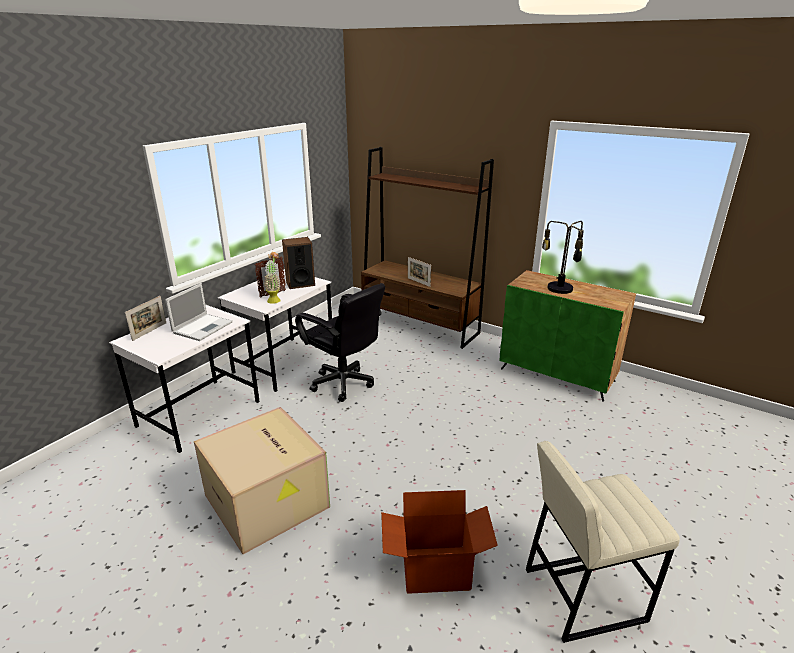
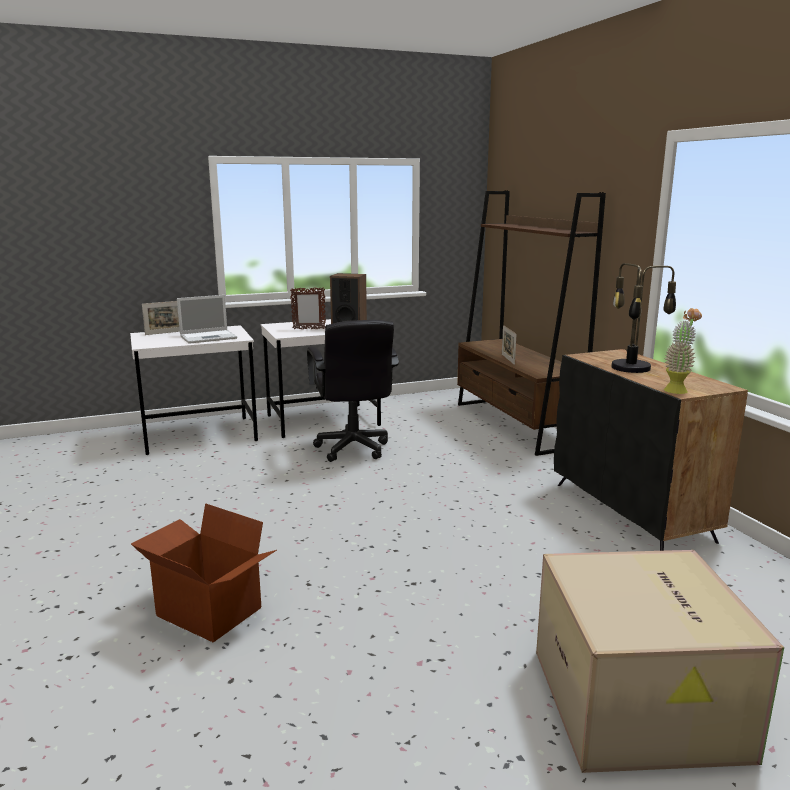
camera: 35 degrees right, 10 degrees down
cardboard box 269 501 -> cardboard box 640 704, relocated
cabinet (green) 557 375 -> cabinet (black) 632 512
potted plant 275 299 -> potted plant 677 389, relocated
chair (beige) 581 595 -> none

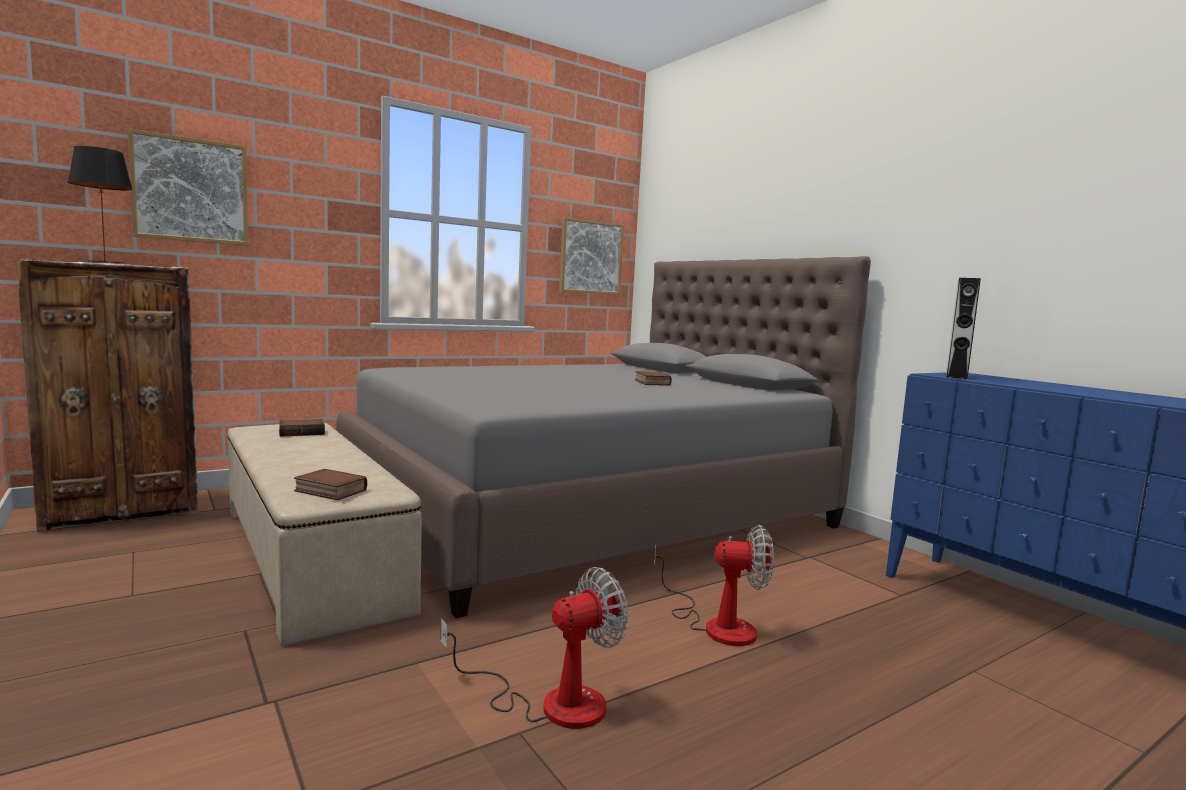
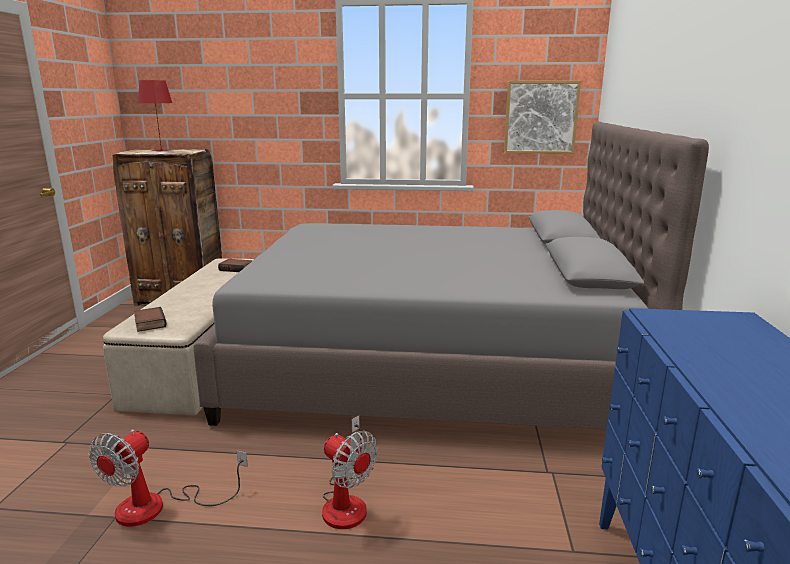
camera: 40 degrees right, 10 degrees up
fan 551 702 -> fan 158 507, 105 degrees clockwise
table lamp (black) 104 262 -> table lamp (red) 161 150
picture 190 190 -> none
book 651 382 -> none
speaker (grey) 956 376 -> none

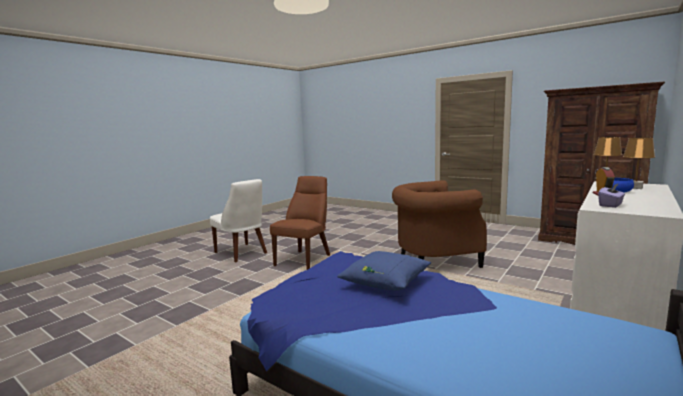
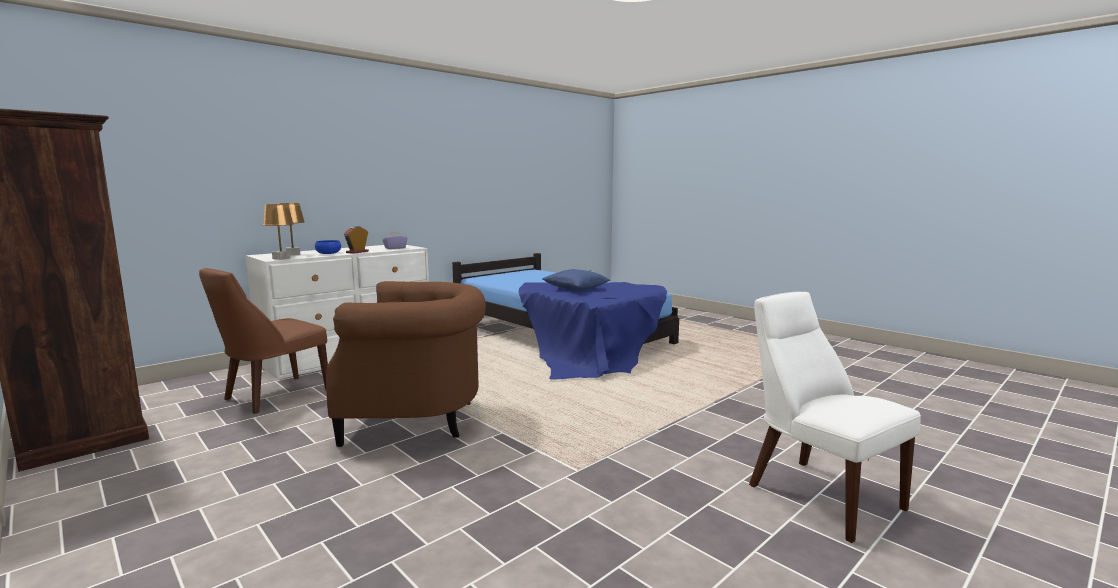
camera: 170 degrees left, 0 degrees up
chair (brown) 305 259 -> chair (brown) 273 396, relocated

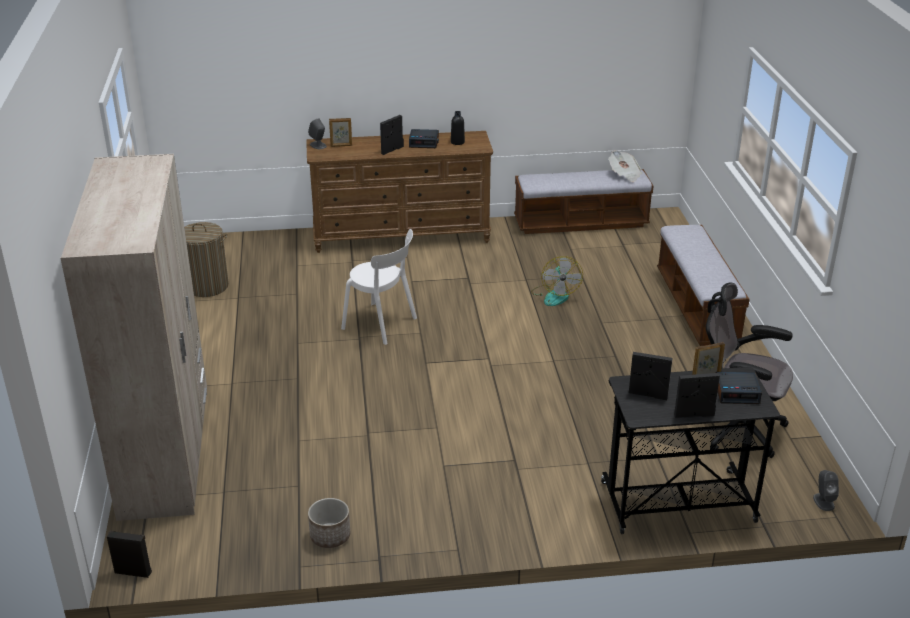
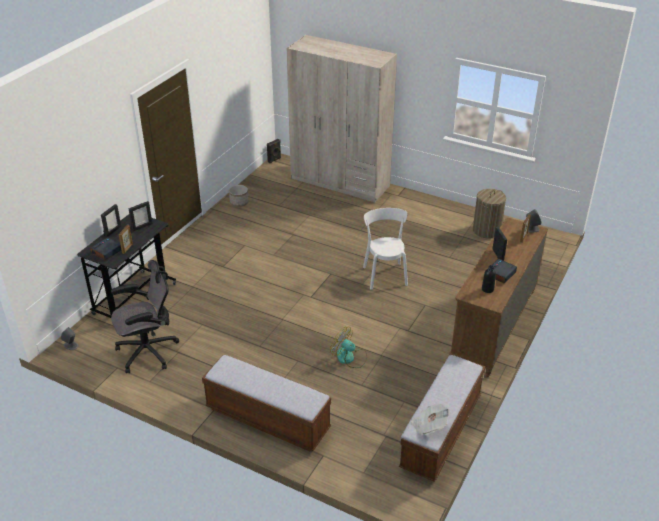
camera: 125 degrees right, 5 degrees up
chair (white) 382 324 -> chair (white) 384 274, 105 degrees clockwise

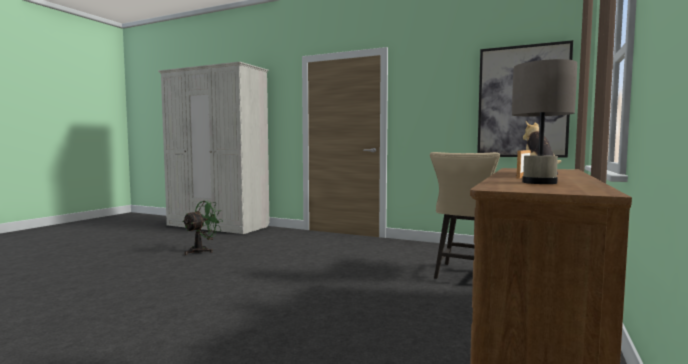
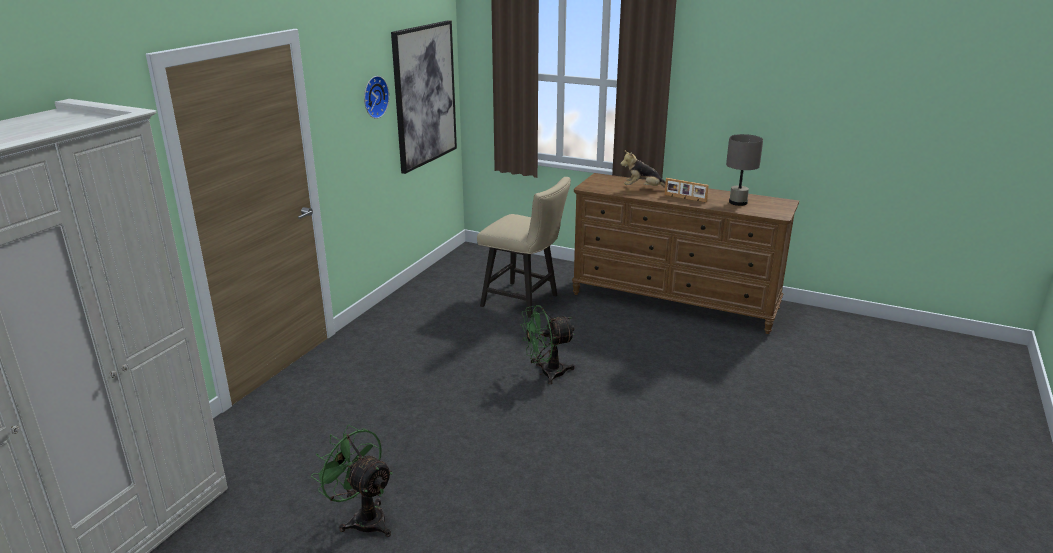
camera: 90 degrees left, 20 degrees up
none -> wall clock 373 97
none -> fan (green) 546 373

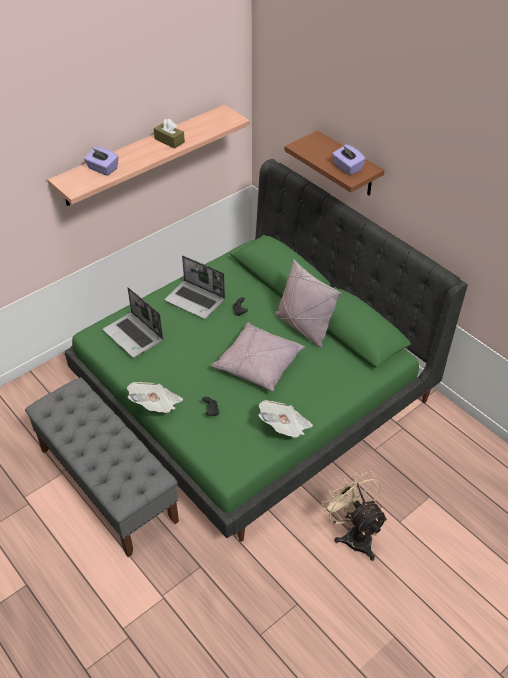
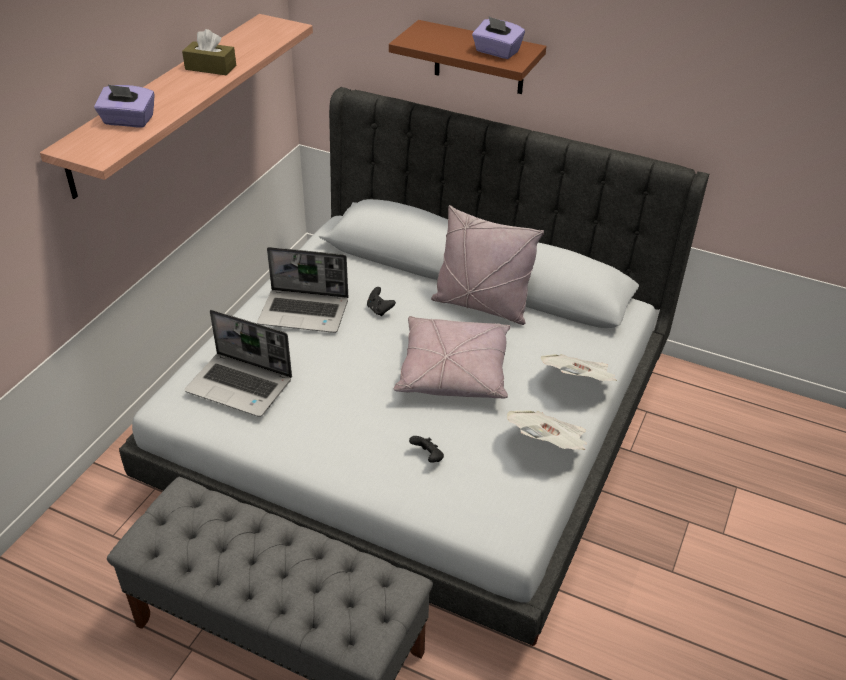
camera: 25 degrees left, 5 degrees down
bed (green) 254 390 -> bed (grey) 421 425
newspaper 156 405 -> newspaper 578 382, relocated
fan (beige) 354 534 -> none

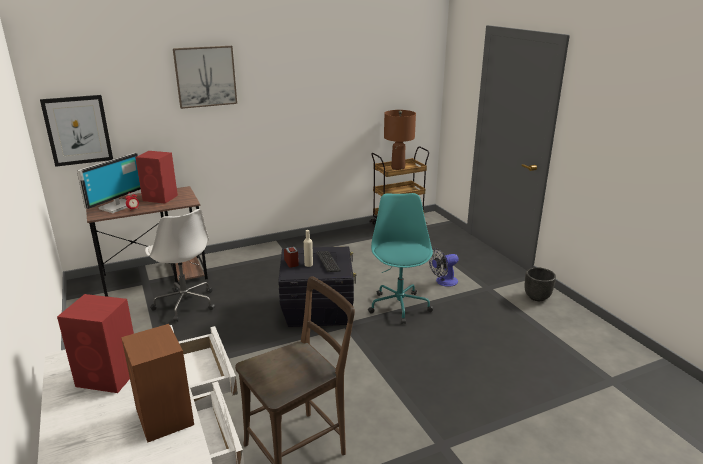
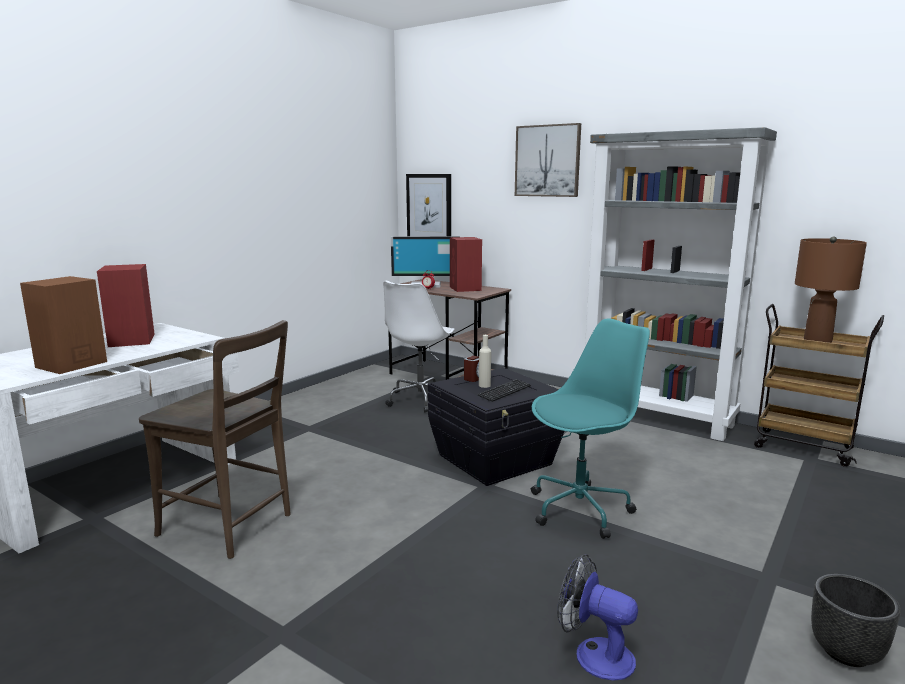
camera: 60 degrees right, 10 degrees down
fan 443 282 -> fan 594 654, relocated
none -> bookcase (grey) 657 417

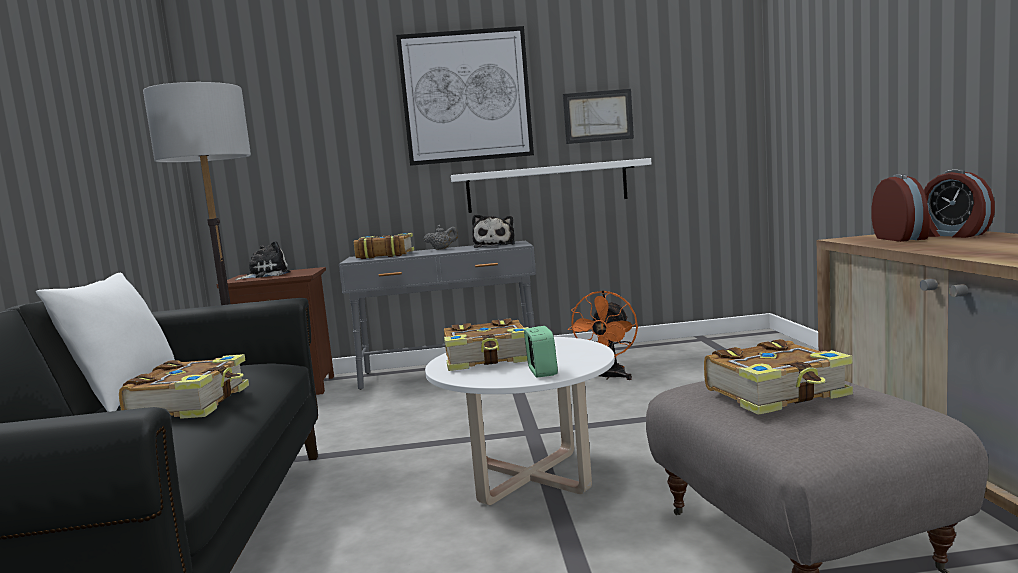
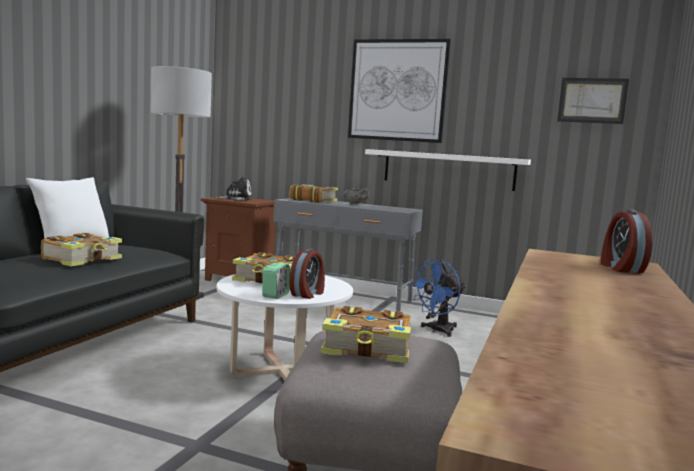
camera: 25 degrees right, 0 degrees up
alarm clock 901 238 -> alarm clock 308 294, relocated
fan (orange) 609 377 -> fan (blue) 437 330
picture 598 116 -> picture 592 100, relocated
plush toy 495 246 -> none

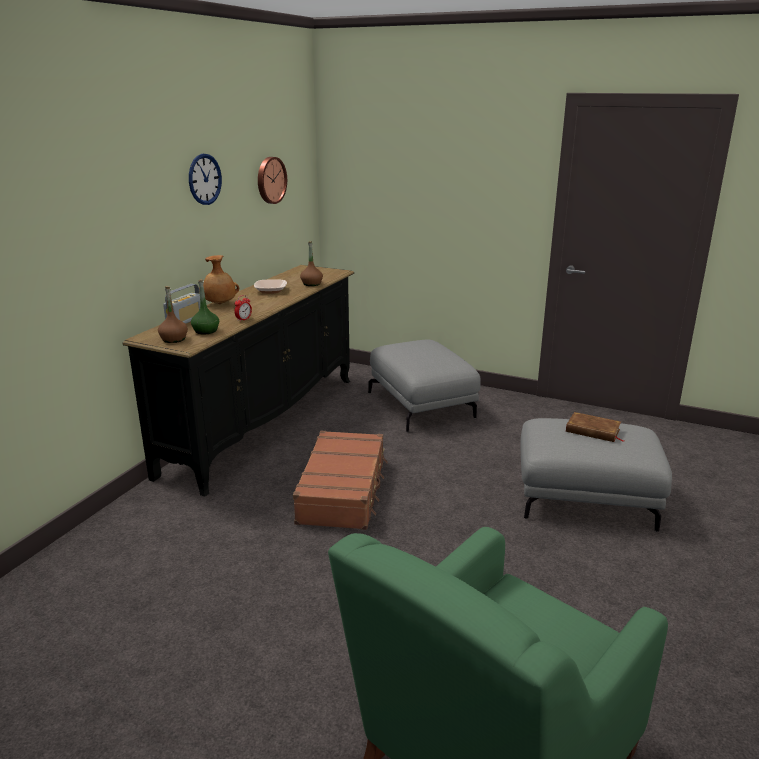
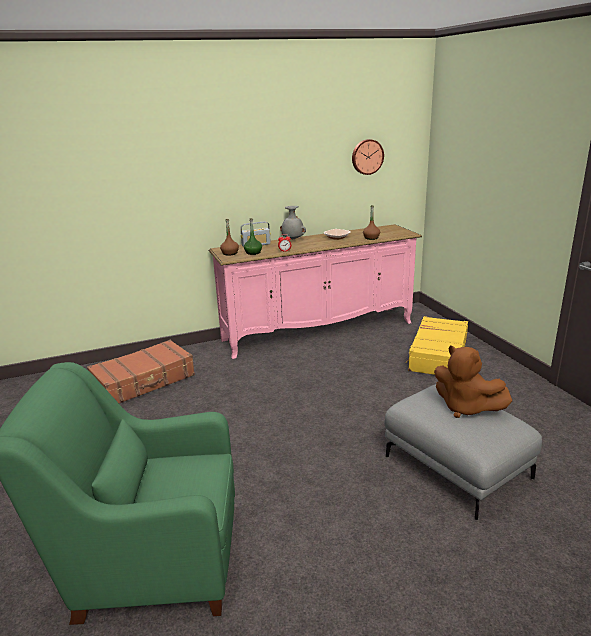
camera: 45 degrees right, 0 degrees up
suitcase (brown) 343 491 -> suitcase (brown) 144 381, relocated
dresser (black) 265 424 -> dresser (pink) 319 331
vase (brown) 220 304 -> vase (grey) 292 239
ottoman (grey) 422 405 -> suitcase (yellow) 437 355
book (brown) 593 431 -> plush toy (brown) 465 408
wall clock 204 179 -> none

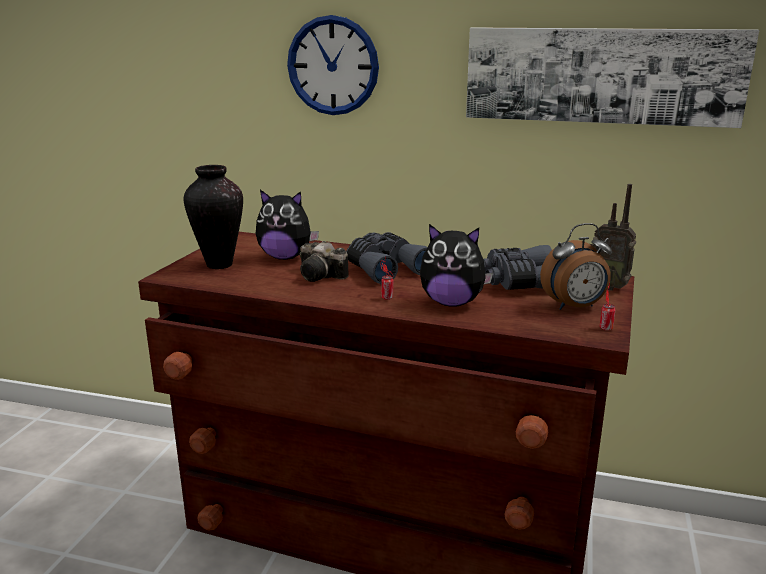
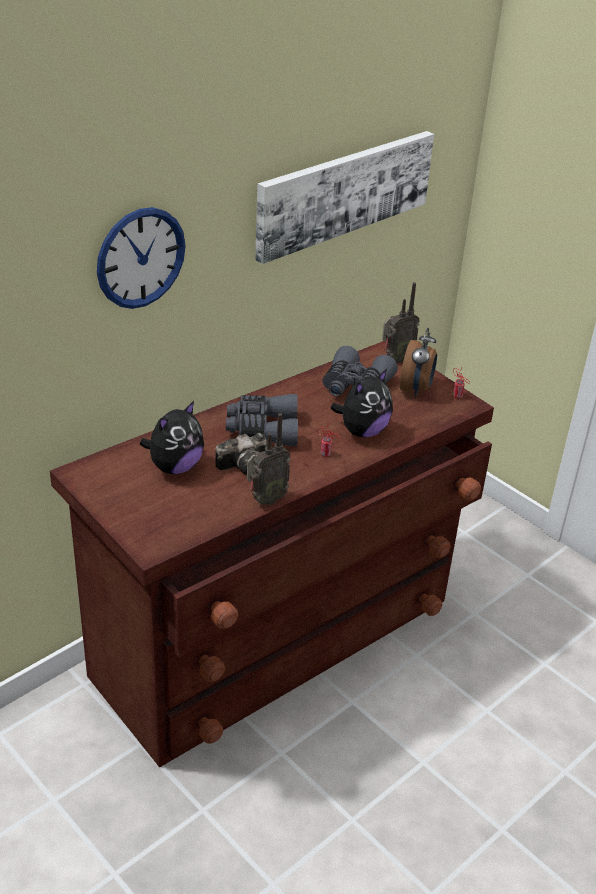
camera: 60 degrees left, 15 degrees up
none -> radio 265 499
vase 218 265 -> none

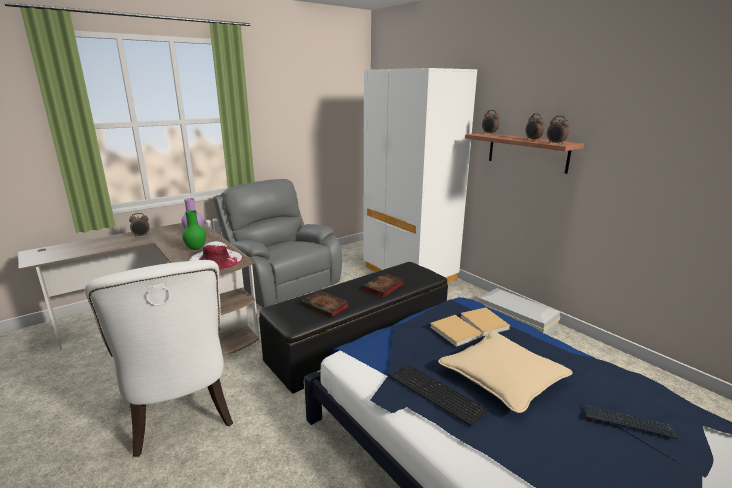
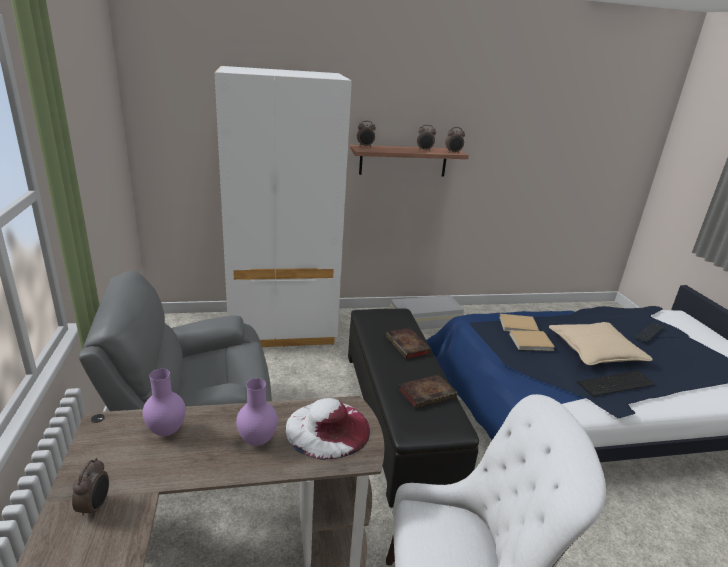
camera: 65 degrees left, 5 degrees up
vase (green) 196 249 -> vase (purple) 258 440

